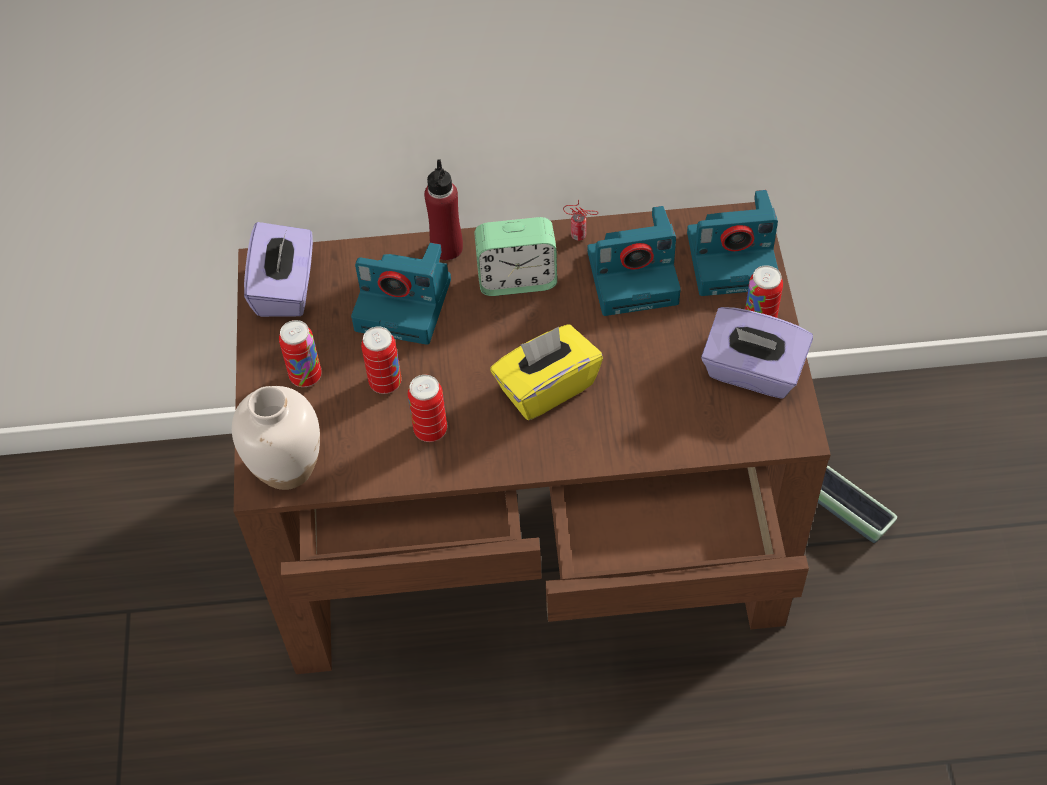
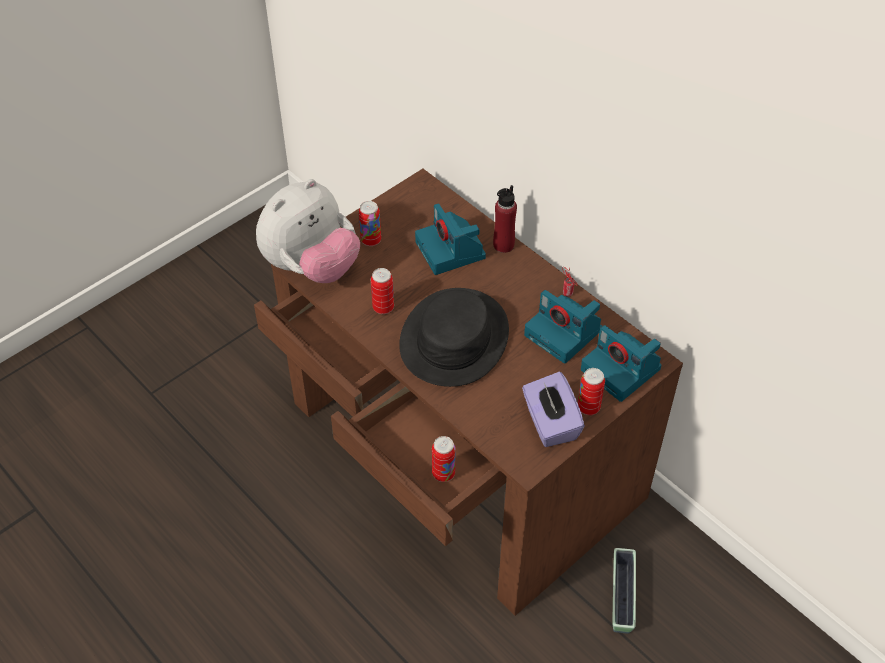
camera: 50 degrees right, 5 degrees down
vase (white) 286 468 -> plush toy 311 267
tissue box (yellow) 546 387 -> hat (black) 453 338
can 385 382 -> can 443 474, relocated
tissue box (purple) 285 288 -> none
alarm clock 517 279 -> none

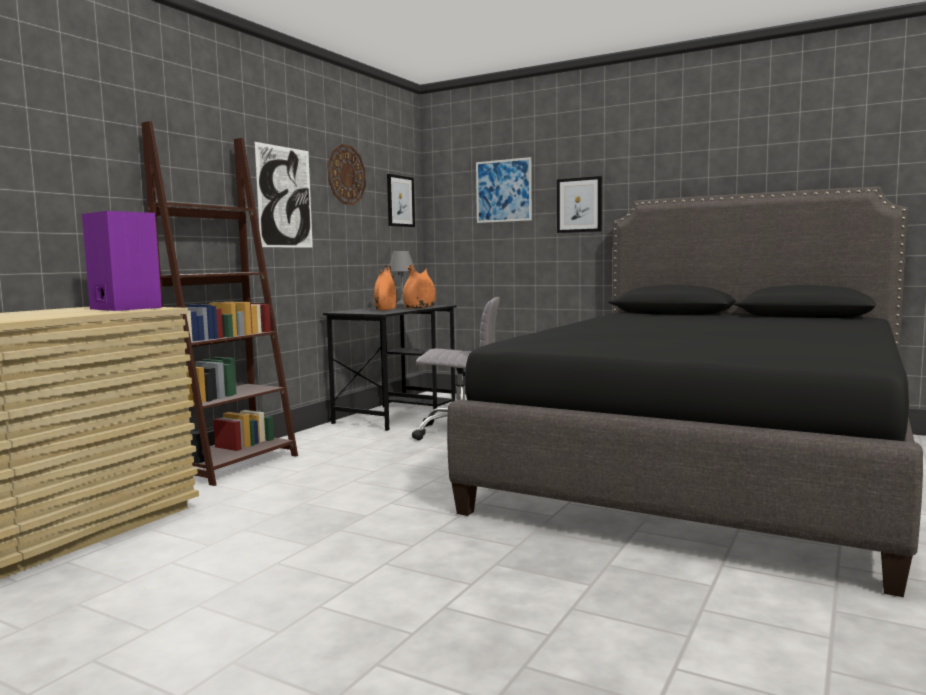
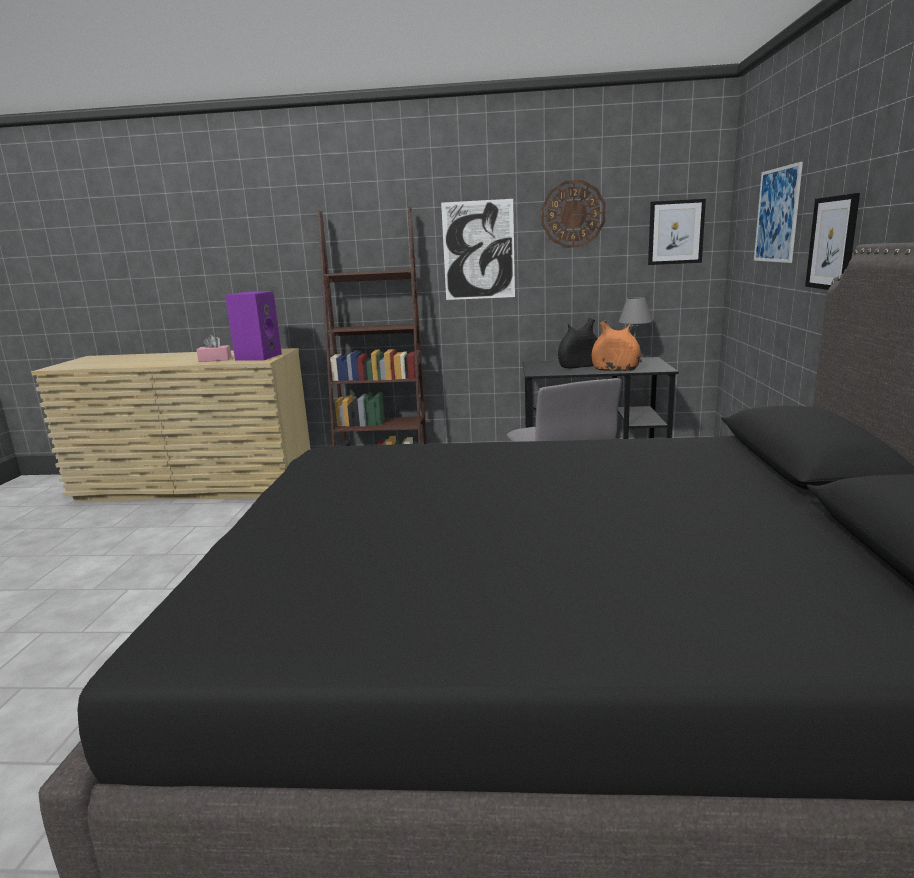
camera: 65 degrees right, 10 degrees up
none -> tissue box (pink) 215 359
vase (orange) 385 309 -> vase (black) 579 366

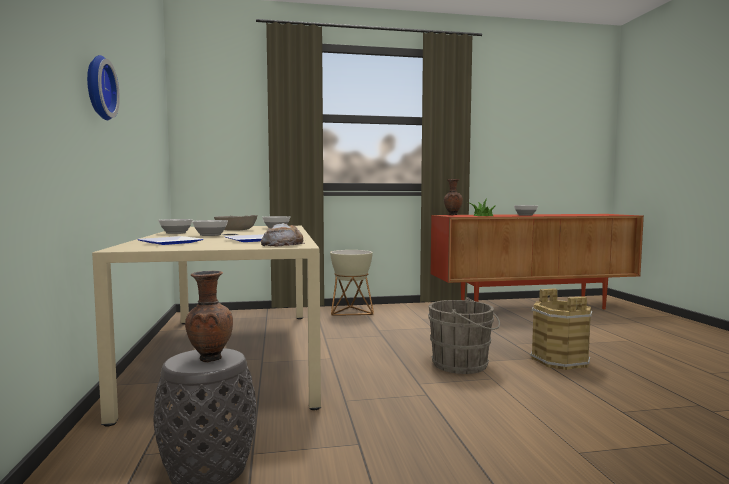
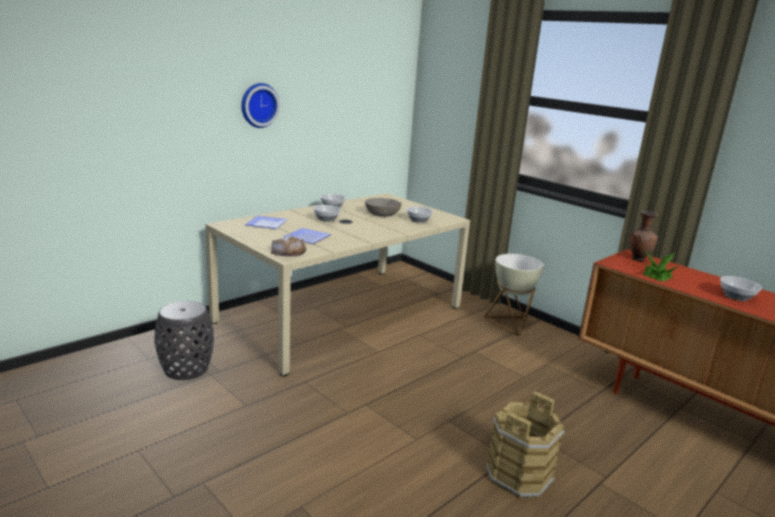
camera: 55 degrees right, 15 degrees up
vase (brown) 209 359 -> none
bucket (grey) 463 365 -> none

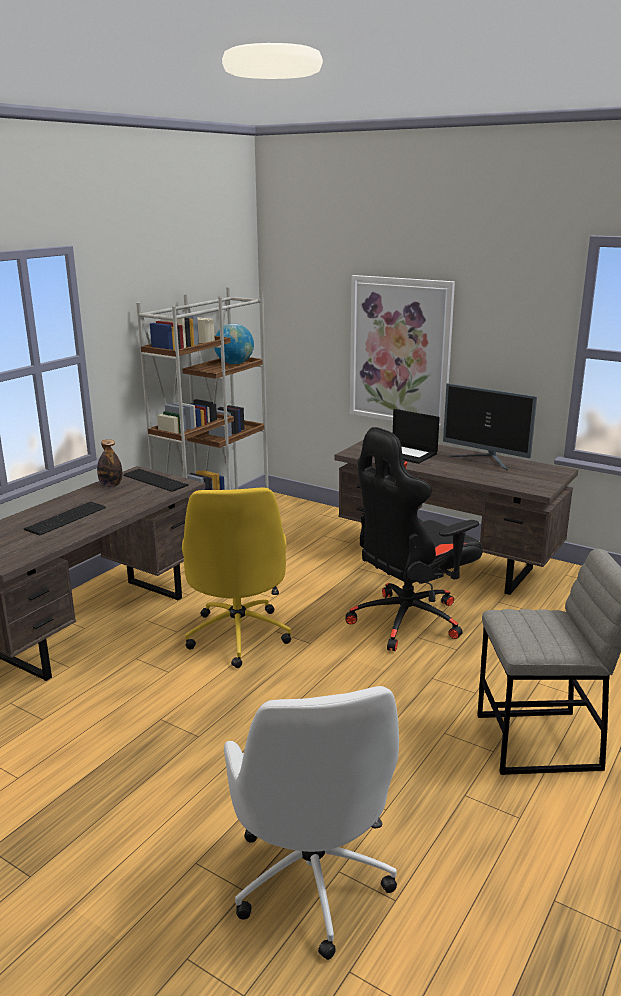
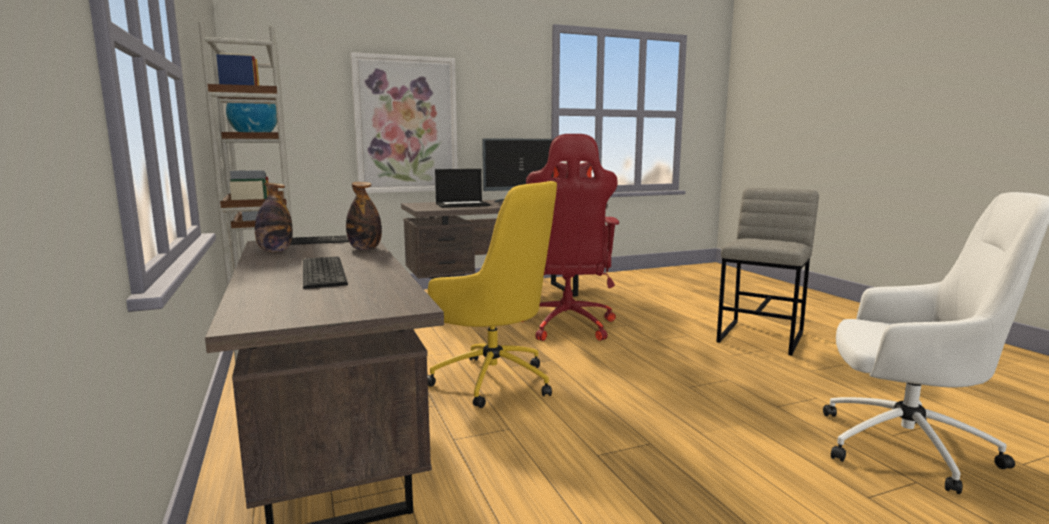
camera: 55 degrees left, 10 degrees down
none -> bottle 365 249
office chair (black) 413 618 -> office chair (red) 566 323

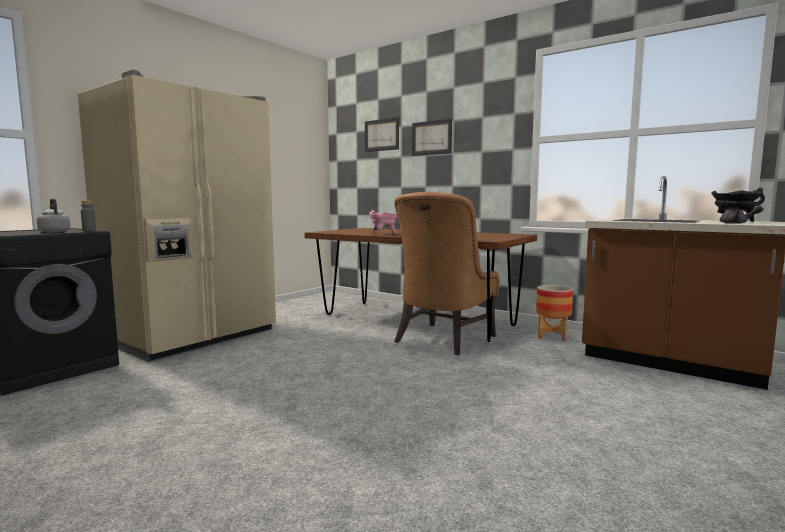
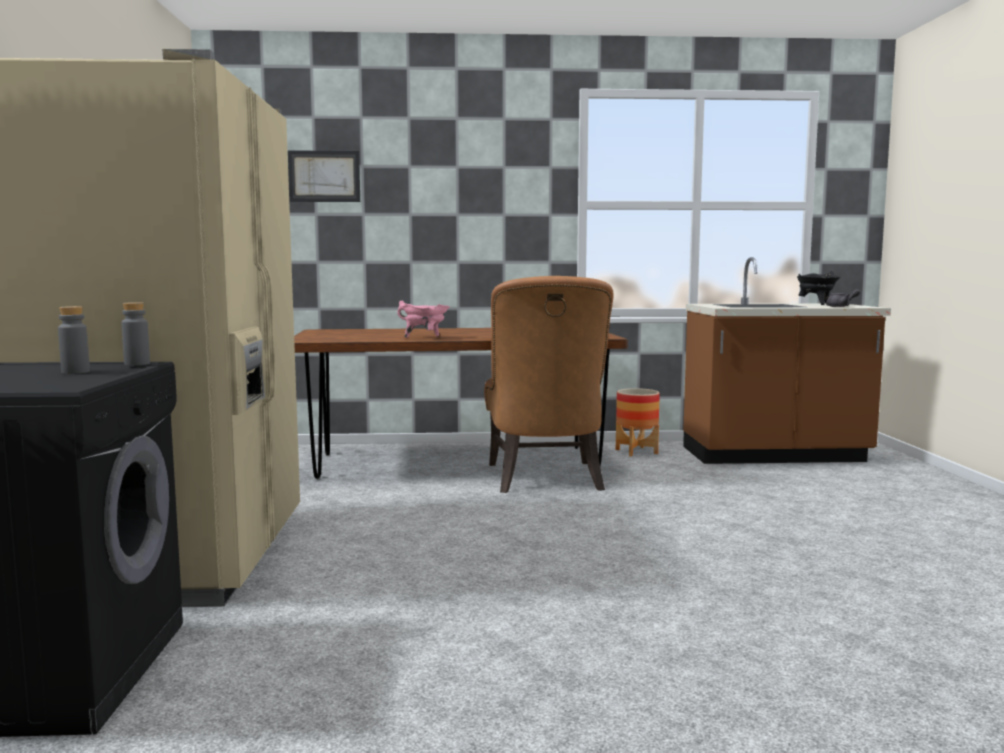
camera: 40 degrees left, 0 degrees up
kettle (grey) 54 232 -> bottle (grey) 75 372
picture 431 138 -> none

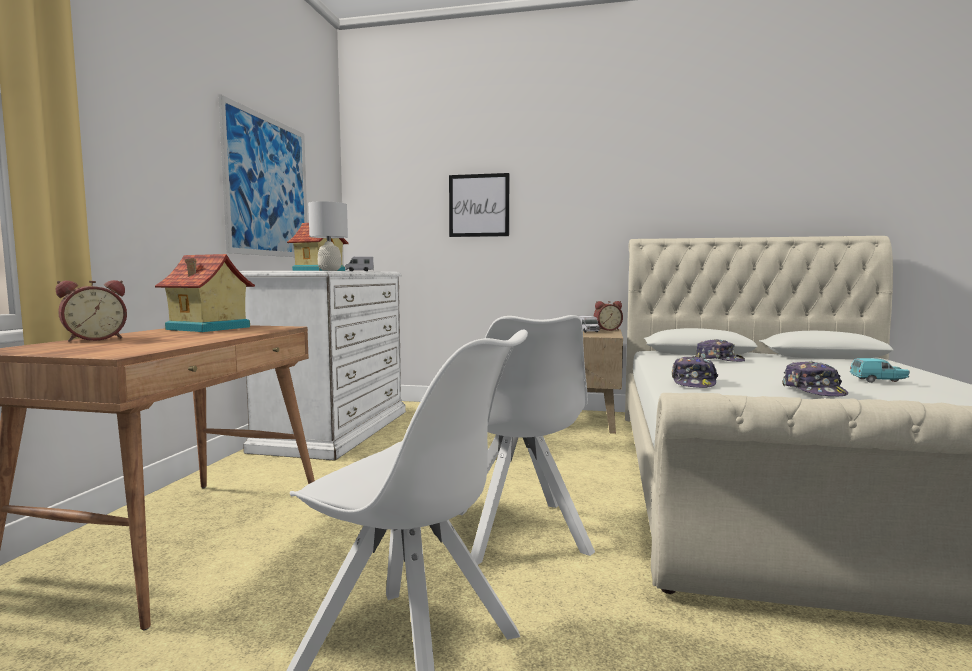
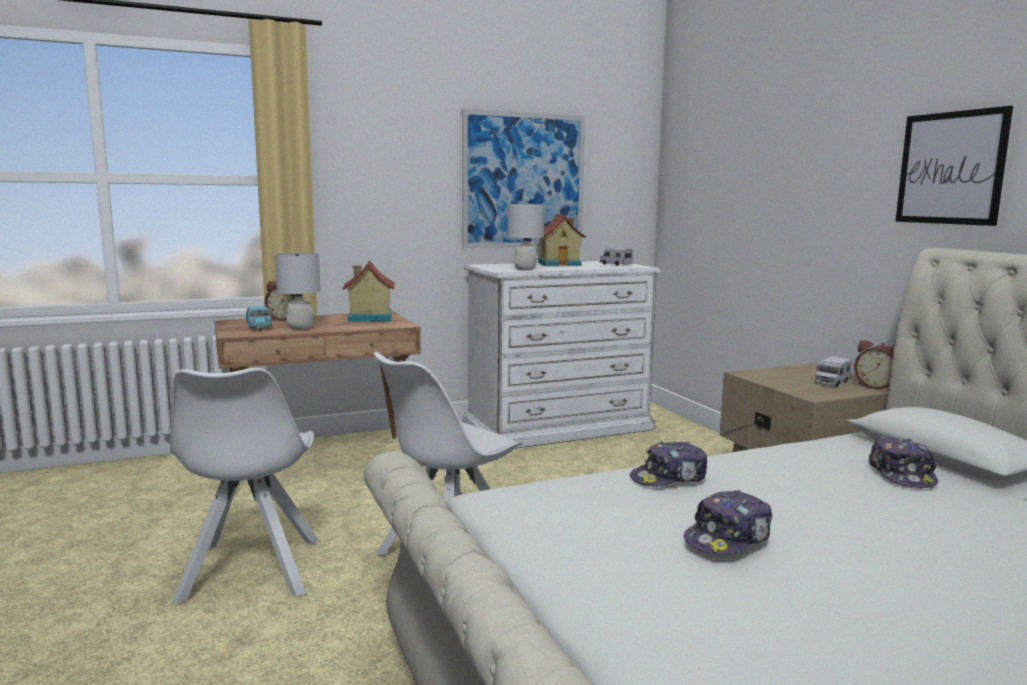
camera: 55 degrees right, 5 degrees up
toy car (turquoise) 878 381 -> toy car (turquoise) 259 328, relocated
none -> table lamp (grey) 300 328
picture 479 205 -> picture 950 168, relocated

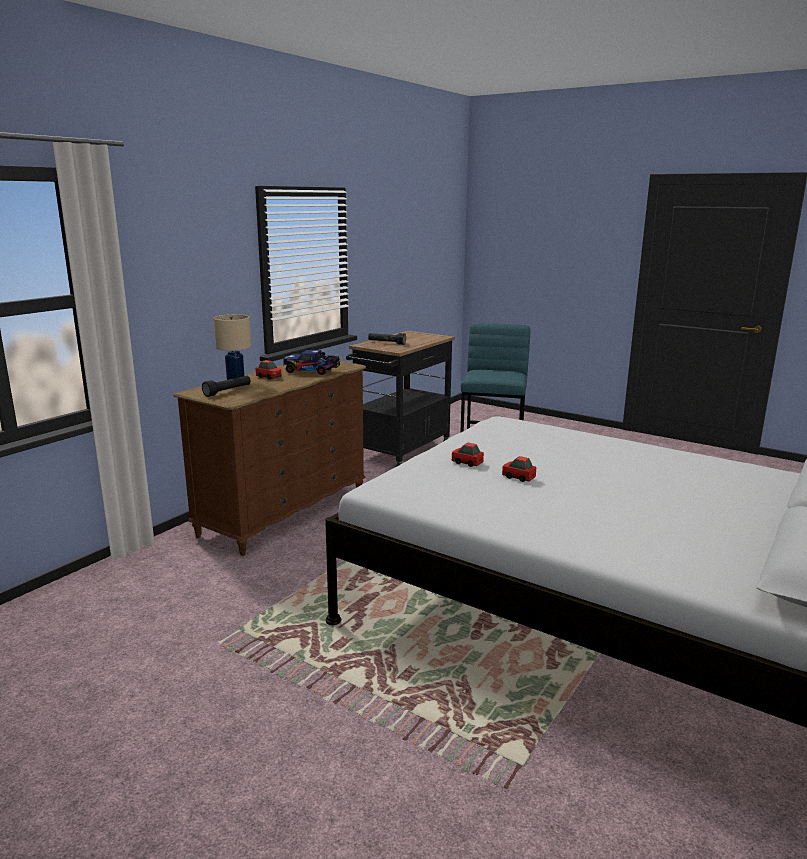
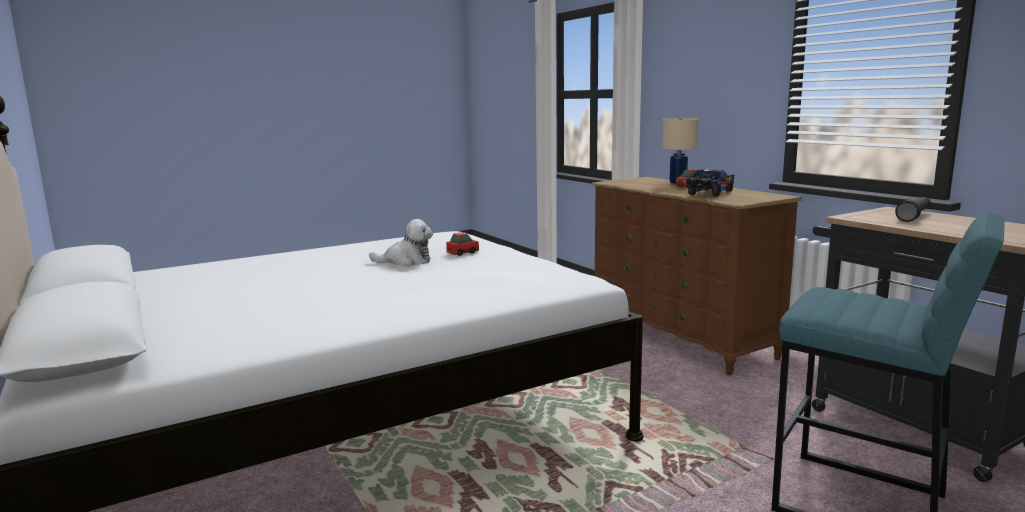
camera: 115 degrees right, 5 degrees down
toy car 518 477 -> plush toy 406 261
flashlight (black) 228 391 -> none

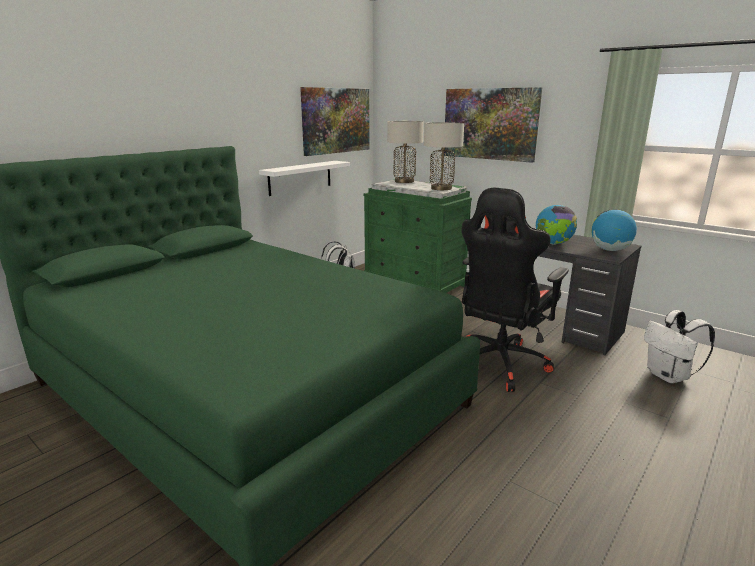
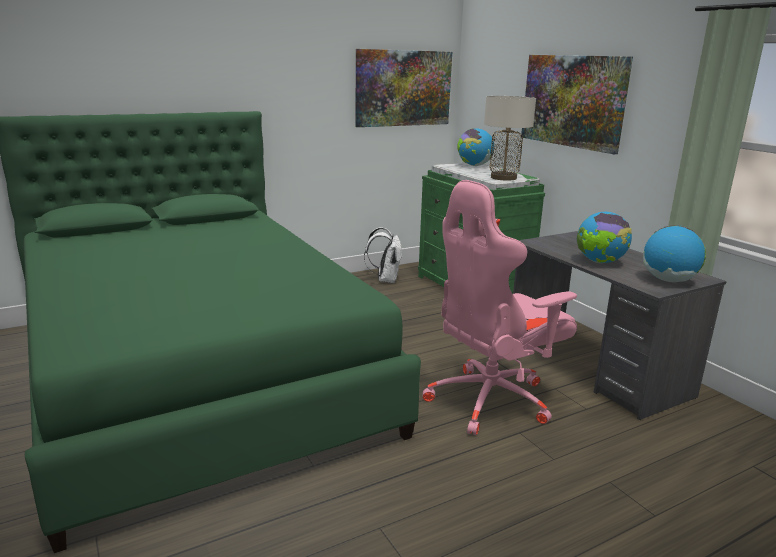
camera: 20 degrees right, 0 degrees up
office chair (black) 503 361 -> office chair (pink) 496 398
table lamp 404 181 -> globe 474 165
shelf (white) 300 177 -> none
backpack (white) 669 376 -> none

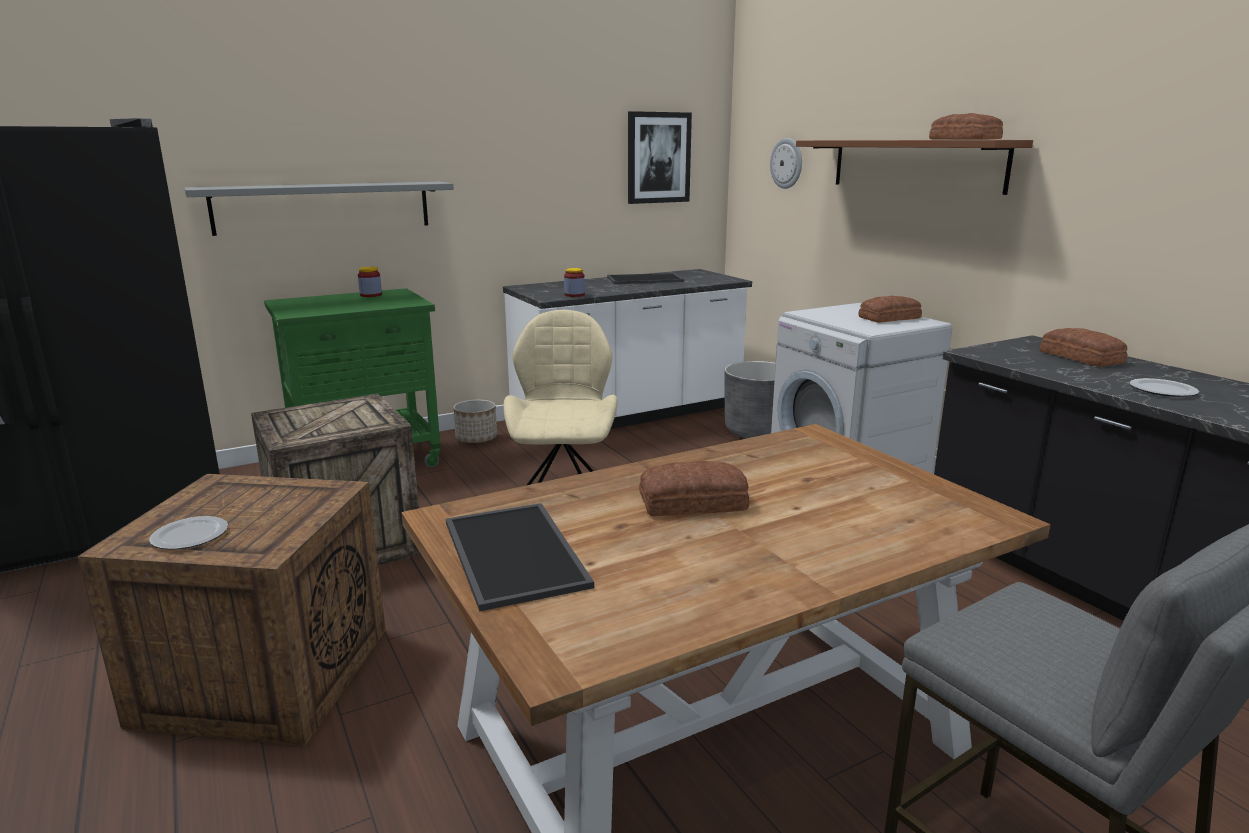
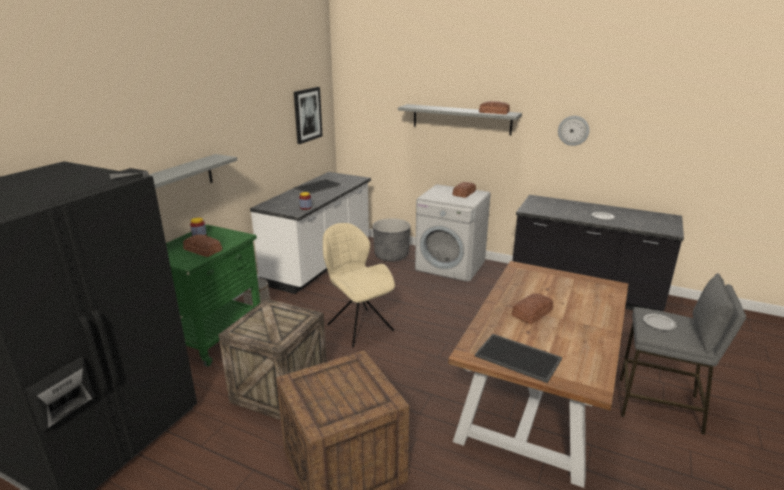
camera: 35 degrees left, 5 degrees up
bread 1080 357 -> bread 202 250, relocated
shelf (brown) 915 164 -> shelf (grey) 461 119
wall clock 787 163 -> wall clock 573 130, relocated
plate 190 536 -> plate 659 323, relocated

